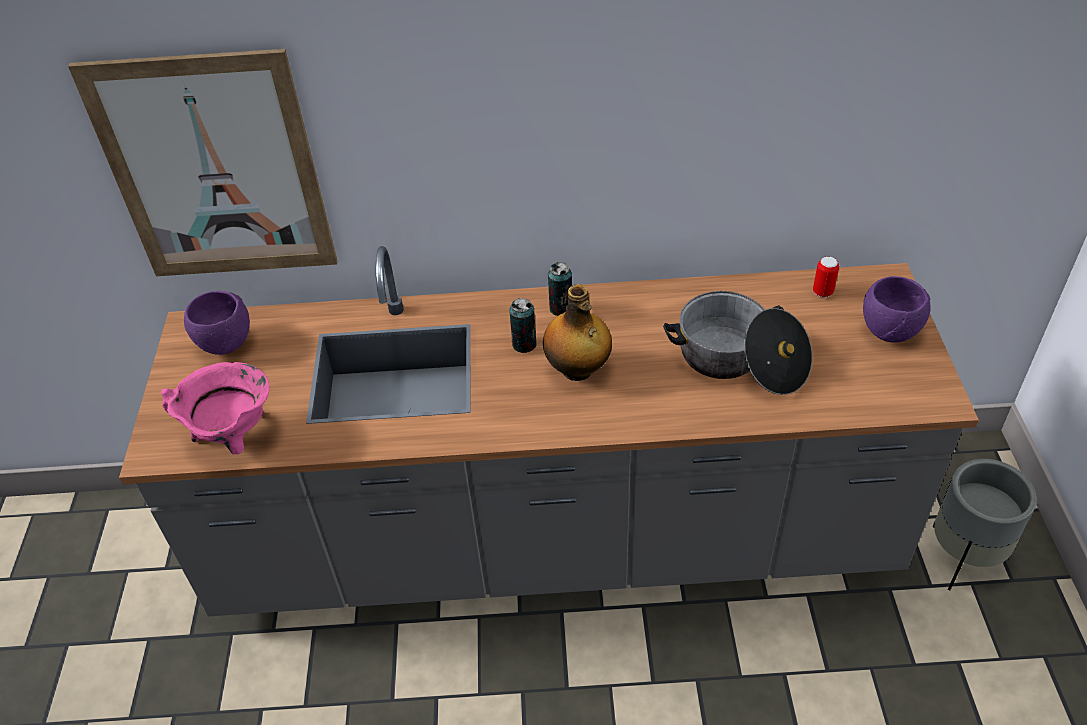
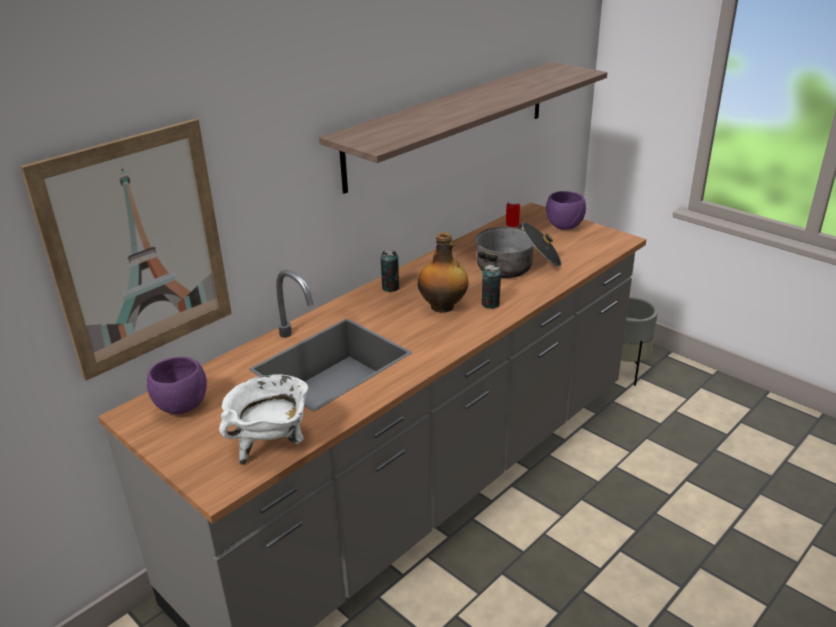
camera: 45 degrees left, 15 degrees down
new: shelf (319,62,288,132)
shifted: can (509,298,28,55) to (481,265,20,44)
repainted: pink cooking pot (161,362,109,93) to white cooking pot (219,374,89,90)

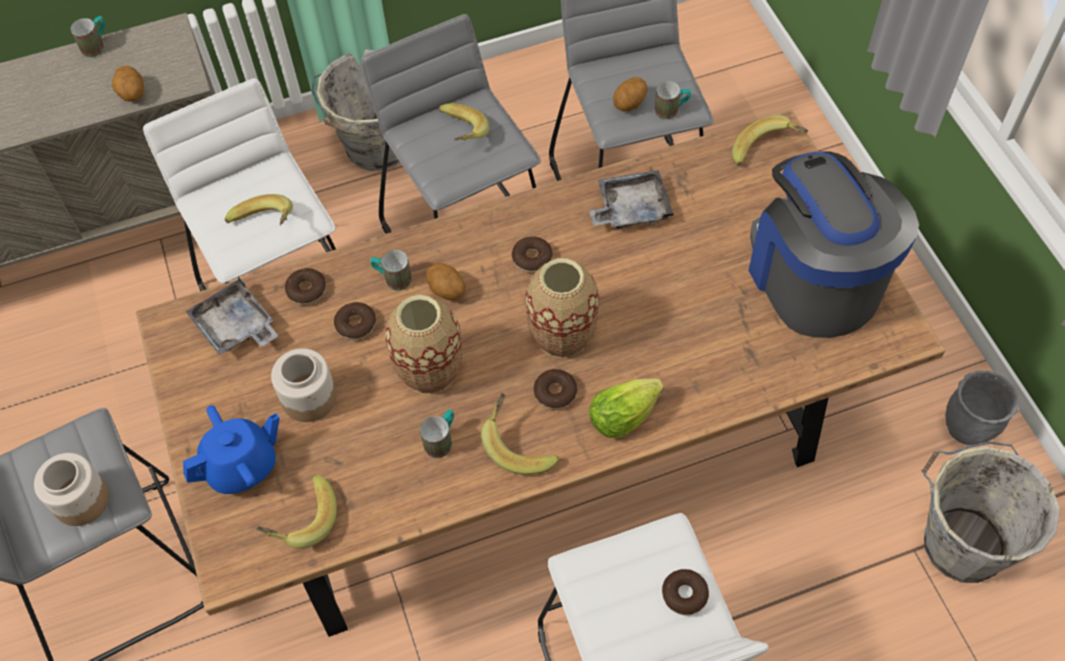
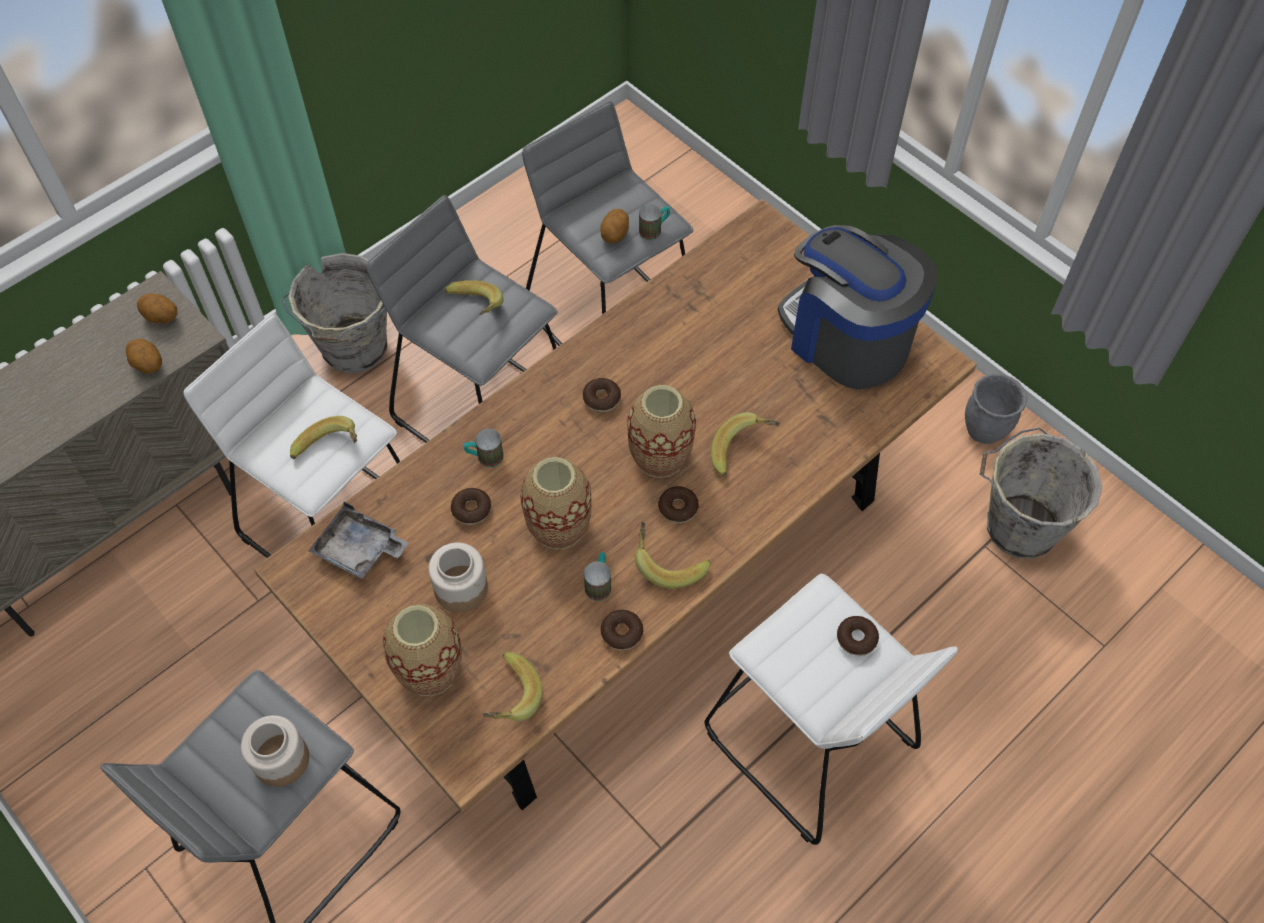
camera: 25 degrees left, 0 degrees up
gone: mug (71,16,34,42); grey tray (589,170,85,59); lettuce (589,378,75,60)
shifted: potato (426,263,40,37) to (137,293,40,31); donut (285,268,41,37) to (601,610,42,40); banana (732,115,76,51) to (711,412,69,64)
swapped: blue teapot (183,405,97,89) to vase (383,604,79,92)

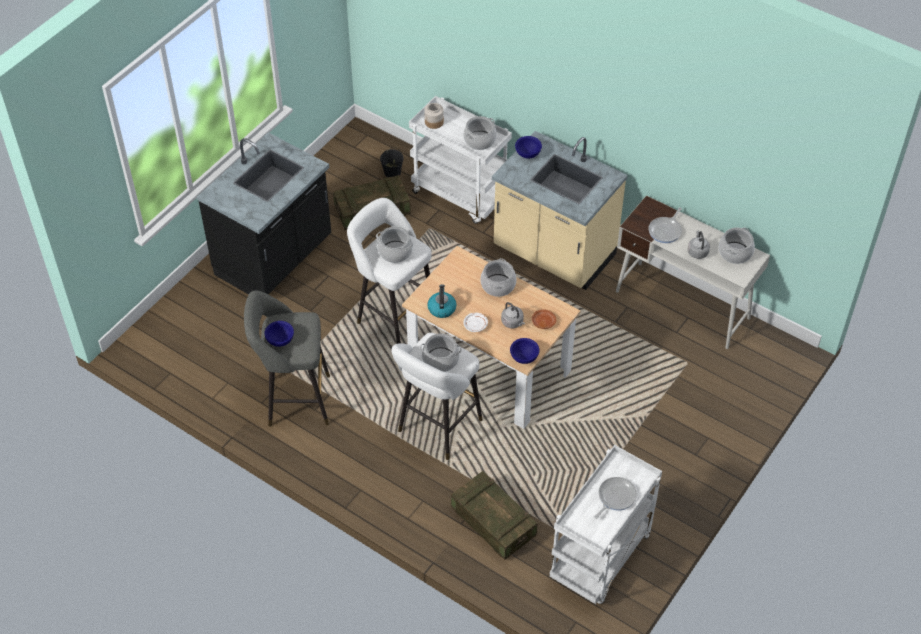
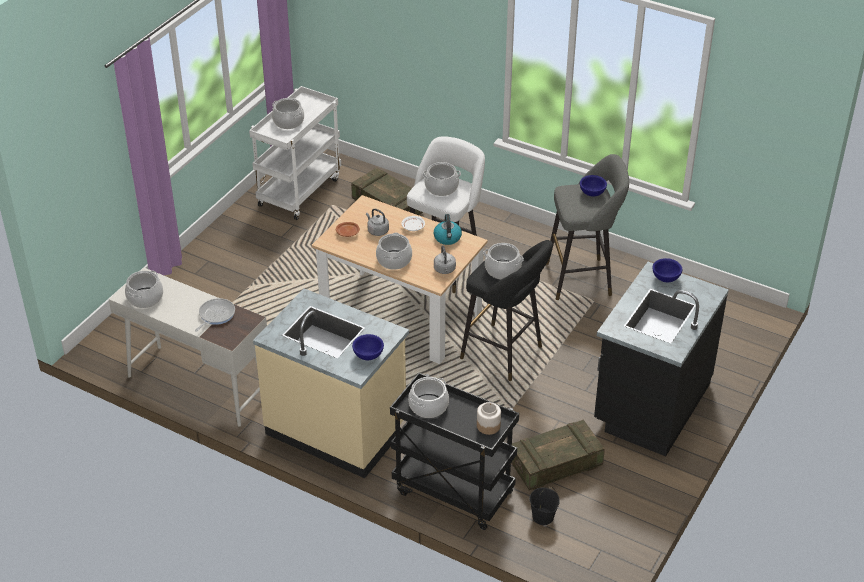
camera: 175 degrees right, 10 degrees down
shifted: grey kettle (688,230,22,29) to (434,245,22,29); blue bowl (510,338,29,26) to (652,258,30,24)
swapped: frying pan (594,477,43,42) to cooking pot (272,98,32,31)
repainted: white cart (409,96,103,128) to black cart (390,373,129,157); white stool (347,198,85,146) to black stool (460,240,93,141)

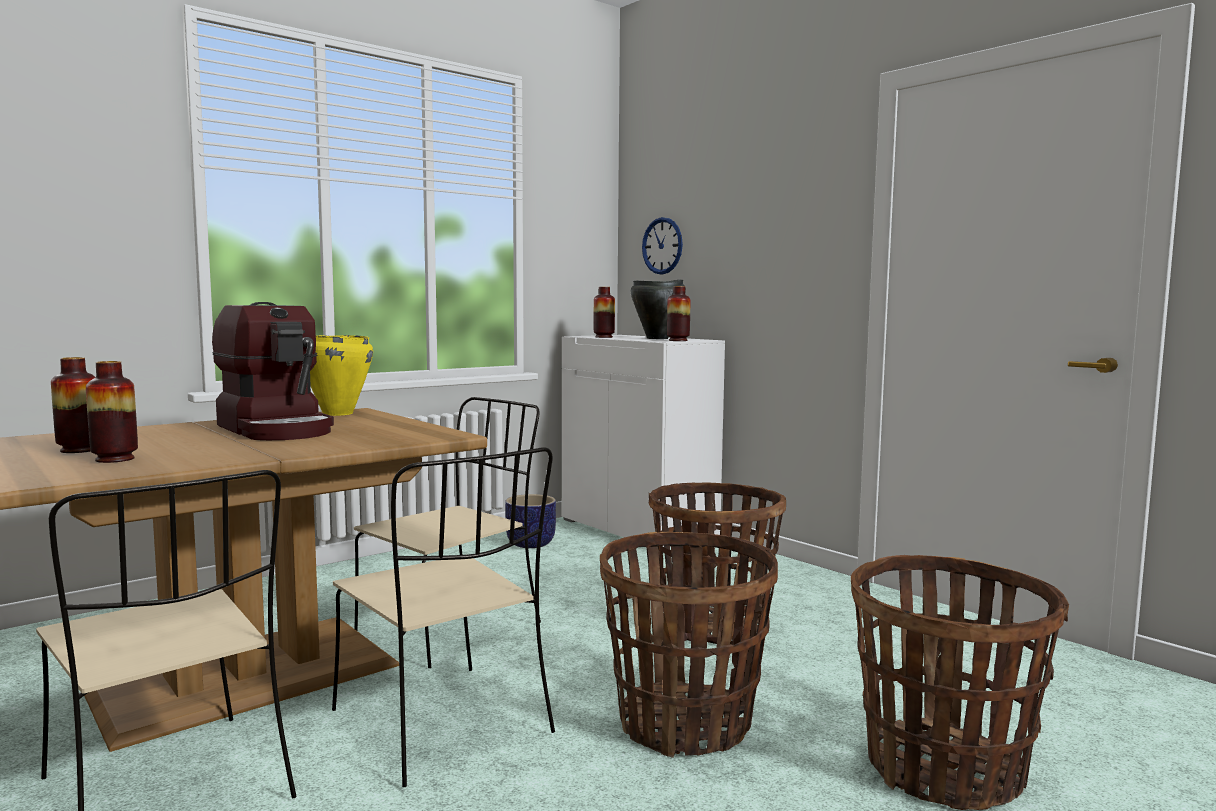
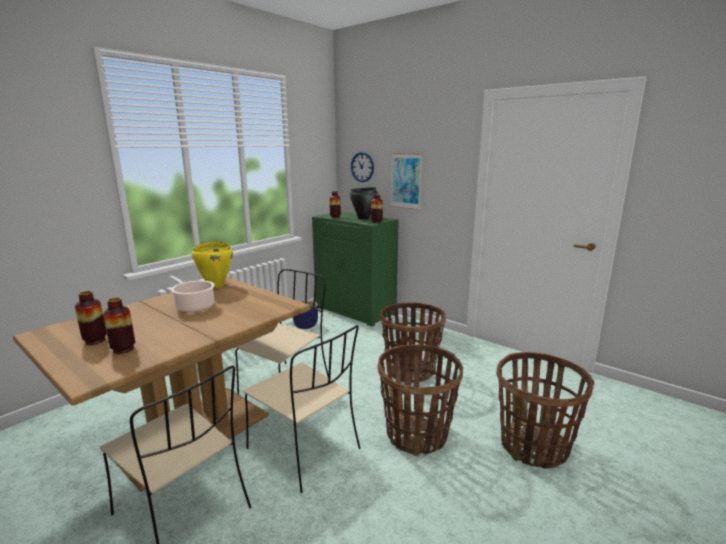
camera: 10 degrees left, 10 degrees up
new: picture (391,153,31,57)
swapped: coffee machine (212,302,122,138) to cooking pot (169,276,46,36)
repainted: white cabinet (562,335,163,212) to green cabinet (312,212,87,115)

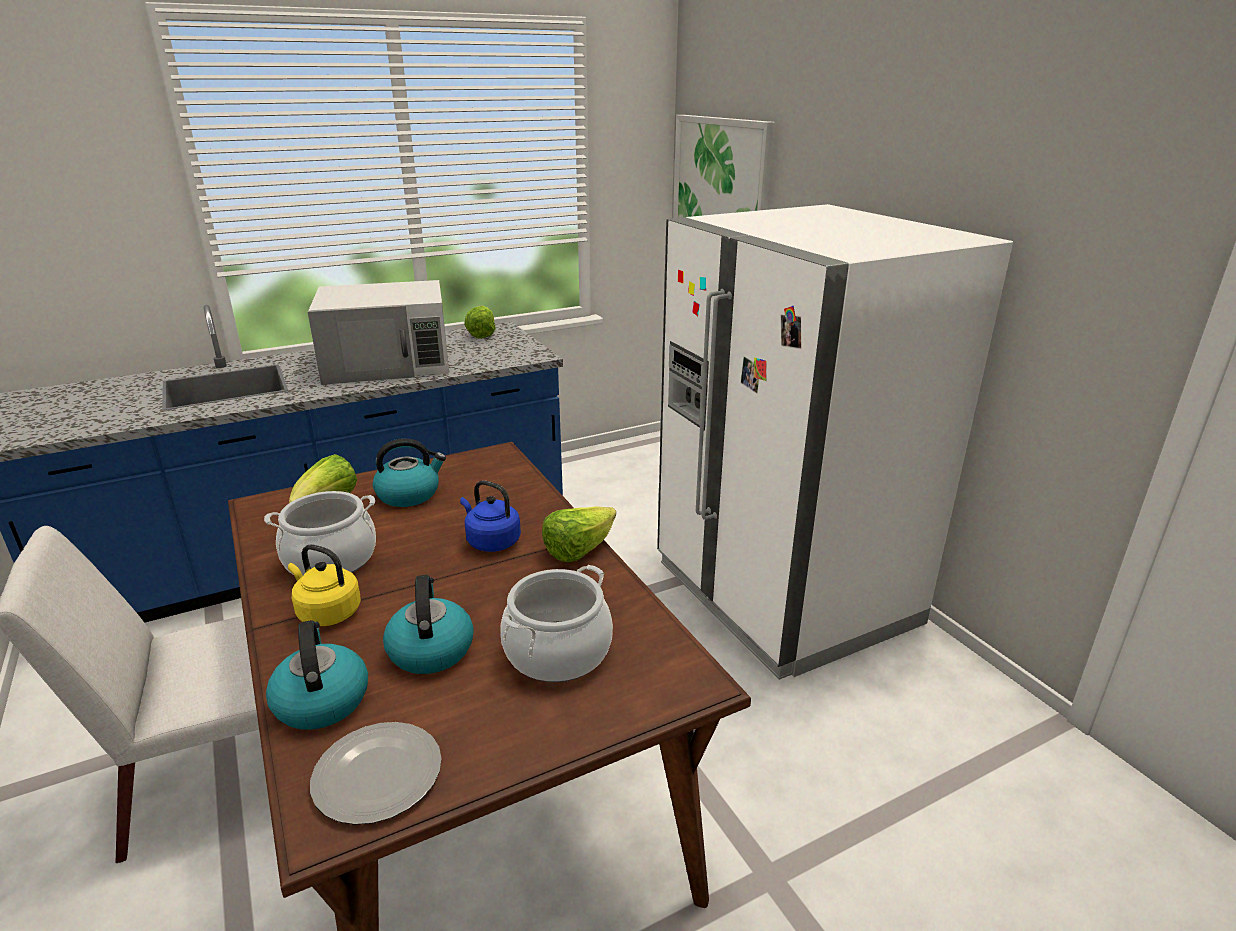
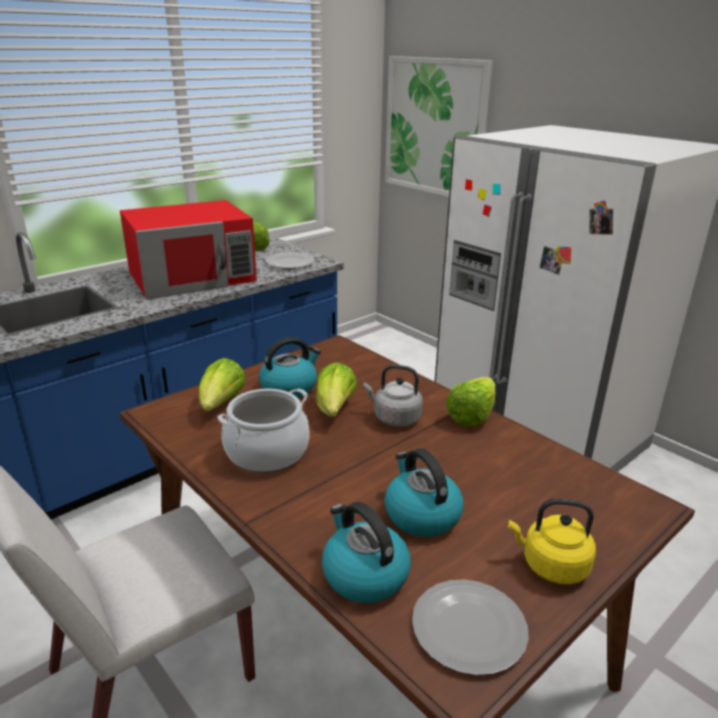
camera: 15 degrees left, 0 degrees up
gone: cooking pot (500,565,113,117)
new: plate (266,253,49,16); lettuce (316,362,42,55)
shifted: yellow kettle (288,544,73,82) to (508,499,88,85)
repainted: white microwave (308,280,141,105) to red microwave (120,200,137,100); blue kettle (460,480,61,72) to grey kettle (364,365,59,62)

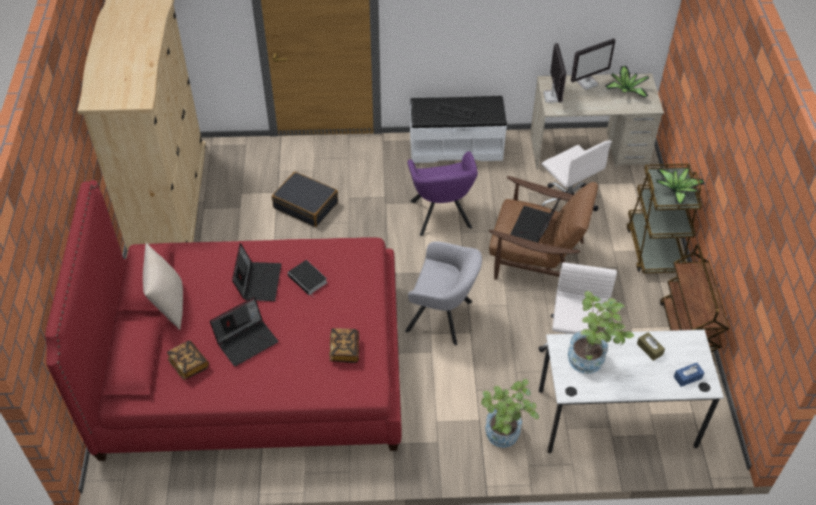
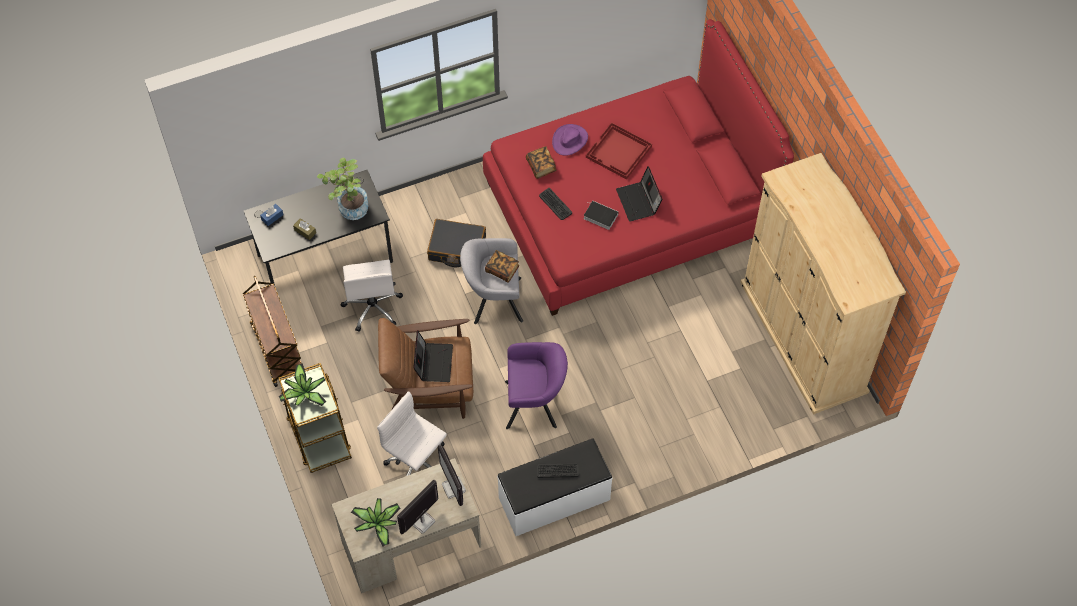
camera: 160 degrees right, 10 degrees up
gone: beige pillow (143,243,40,87); potted plant (481,379,58,69)
new: keyboard (539,188,33,32); purple hat (552,124,36,32)
shifted: black suitcase (272,172,66,55) to (427,219,59,48); book (167,340,42,40) to (485,250,34,33)
swapped: laptop (210,297,68,69) to red tray (586,122,66,58)
repainted: white desk (539,330,185,123) to black desk (244,170,149,116)
rotated: purple armchair (407,151,71,85) = (505,342,63,87) 120 degrees clockwise

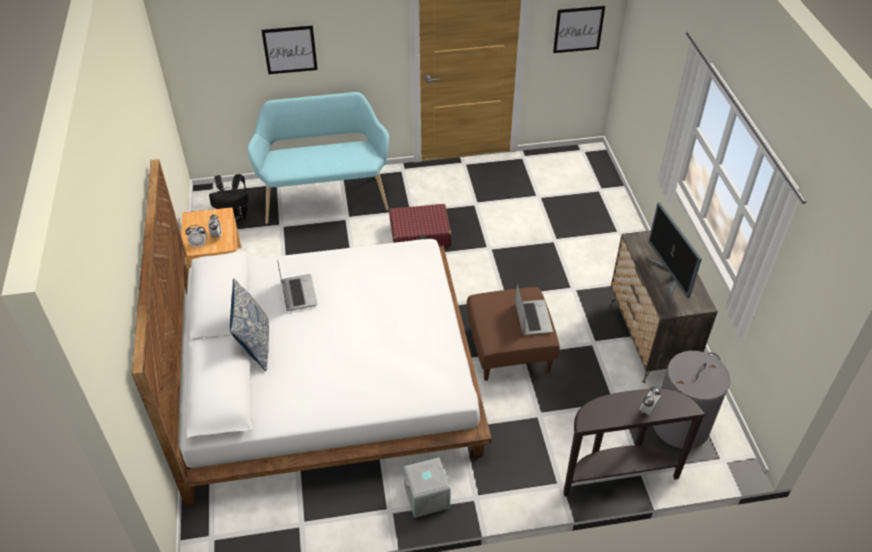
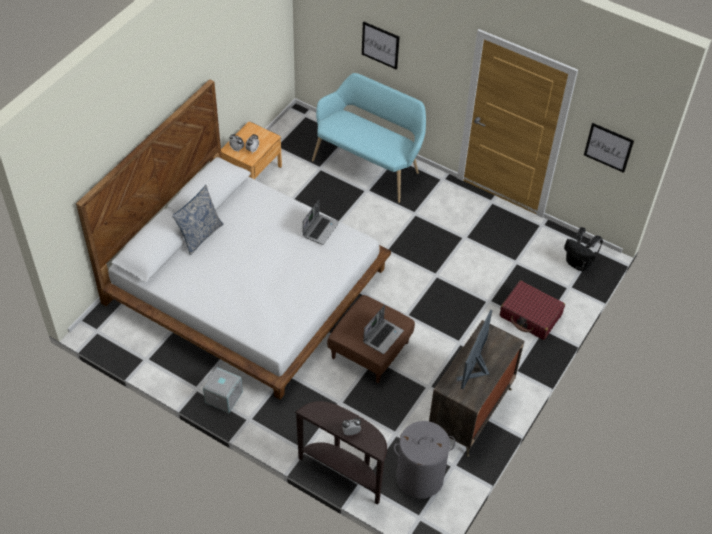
camera: 40 degrees right, 5 degrees up
shifted: laptop (277,260,40,51) to (302,199,37,46); red suitcase (389,204,63,44) to (500,280,65,60); black backpack (209,174,39,48) to (564,227,39,44)

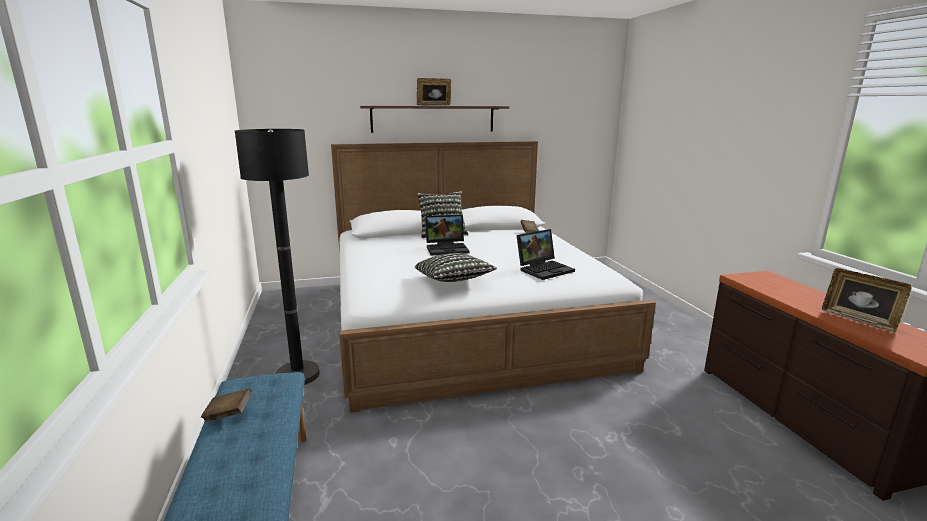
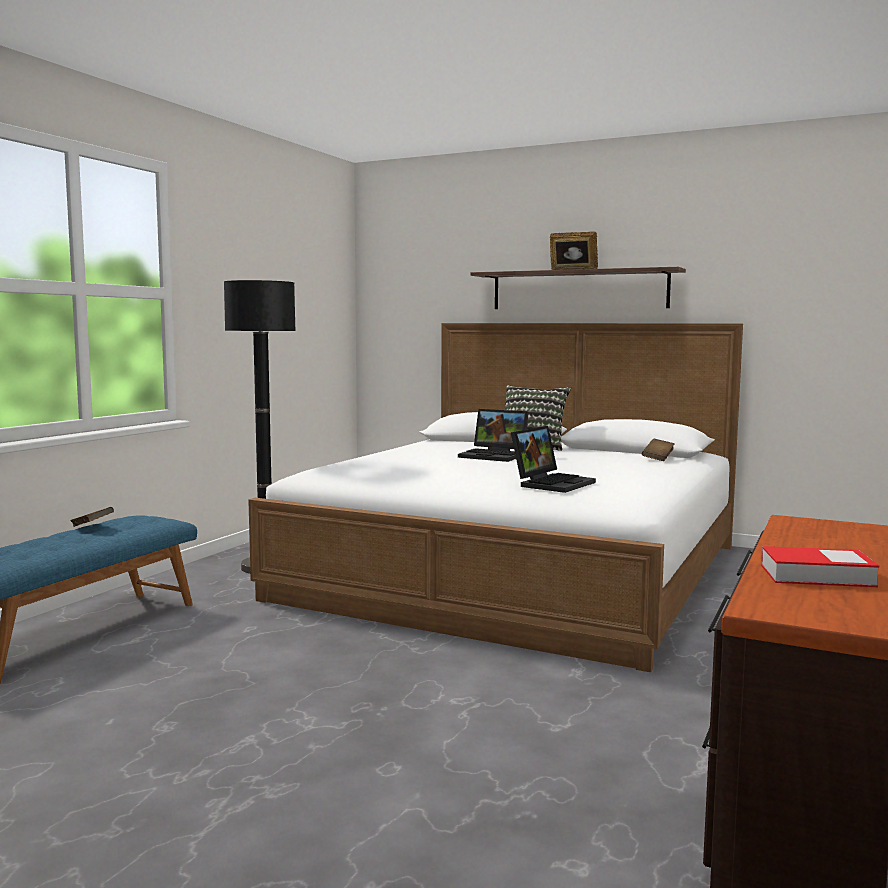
camera: 40 degrees right, 10 degrees down
gone: pillow (415,253,82,29)
swapped: picture frame (822,268,90,64) to book (761,546,119,41)
rotated: laptop (516,229,59,51) = (511,426,85,67) 60 degrees counterclockwise

